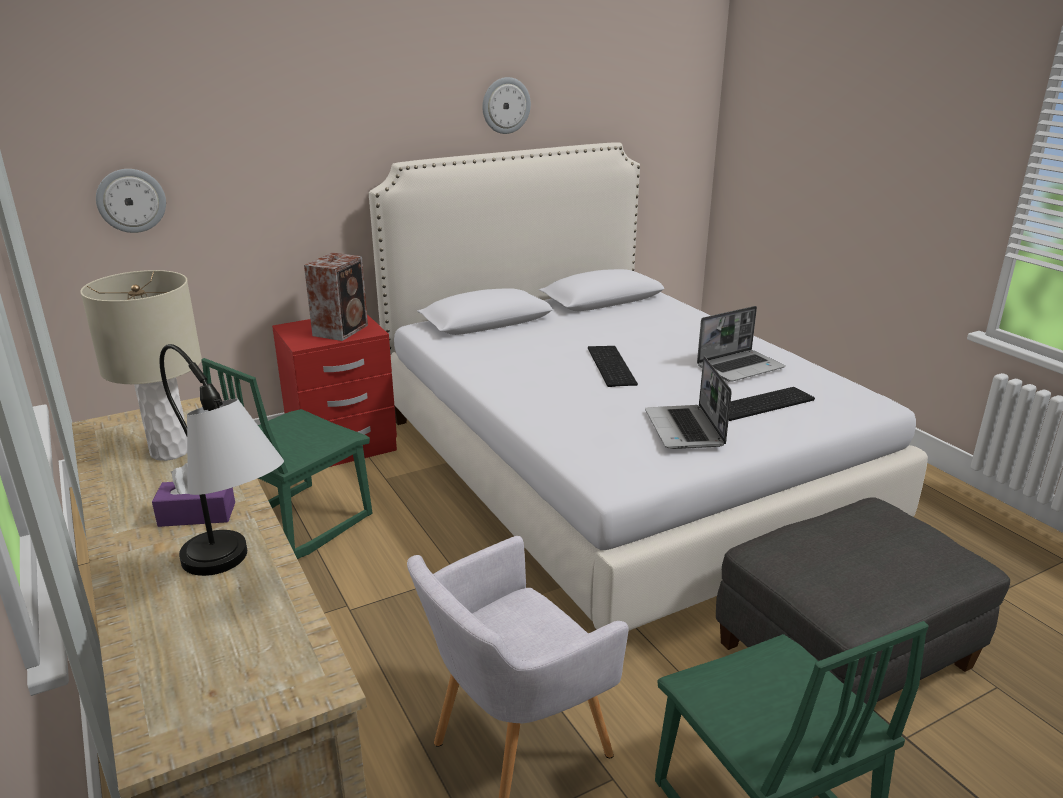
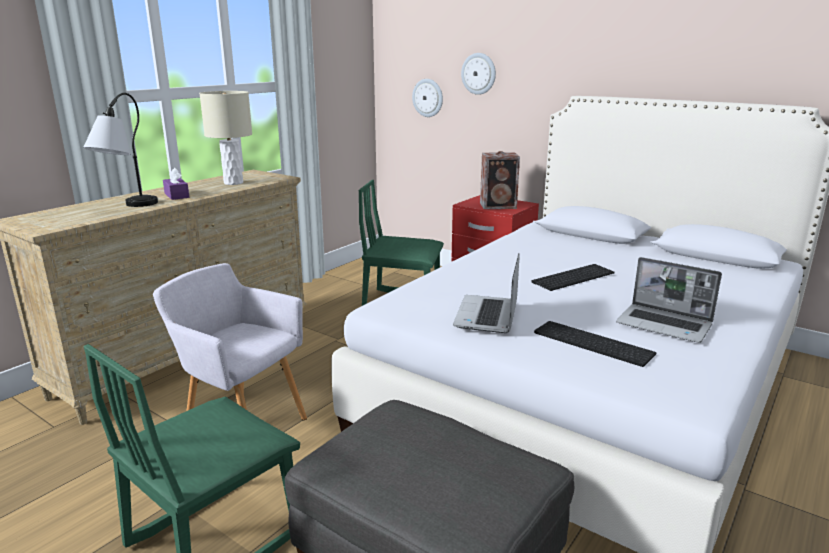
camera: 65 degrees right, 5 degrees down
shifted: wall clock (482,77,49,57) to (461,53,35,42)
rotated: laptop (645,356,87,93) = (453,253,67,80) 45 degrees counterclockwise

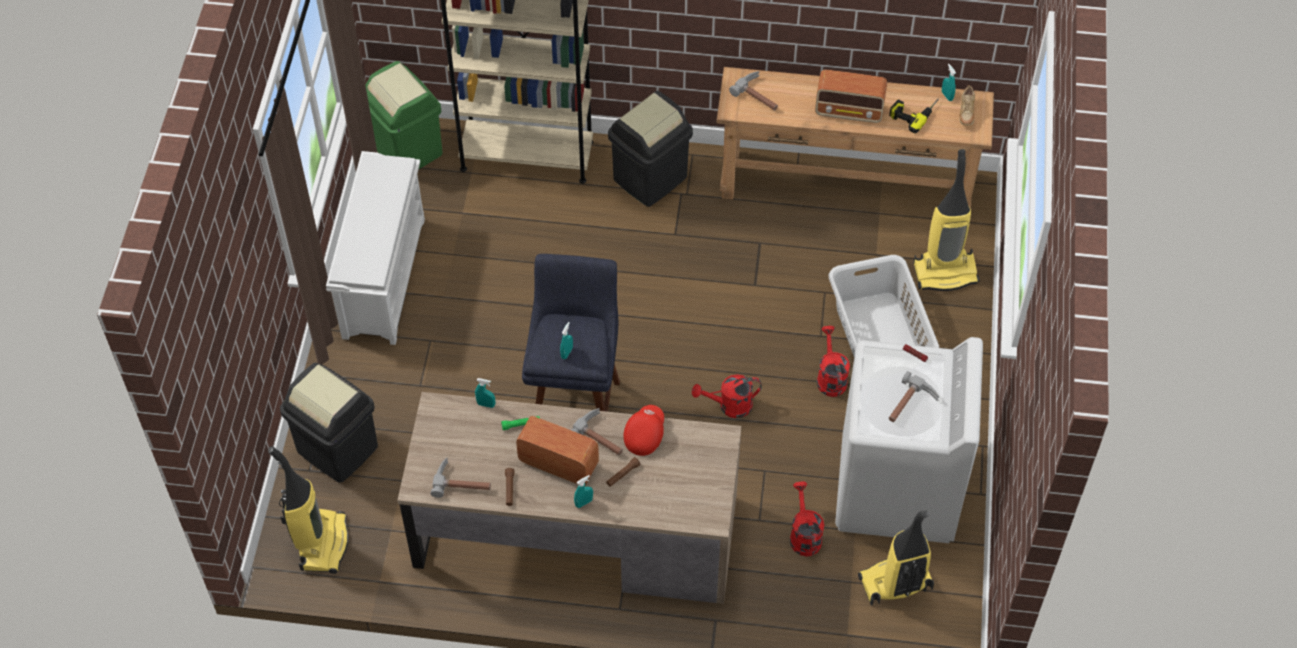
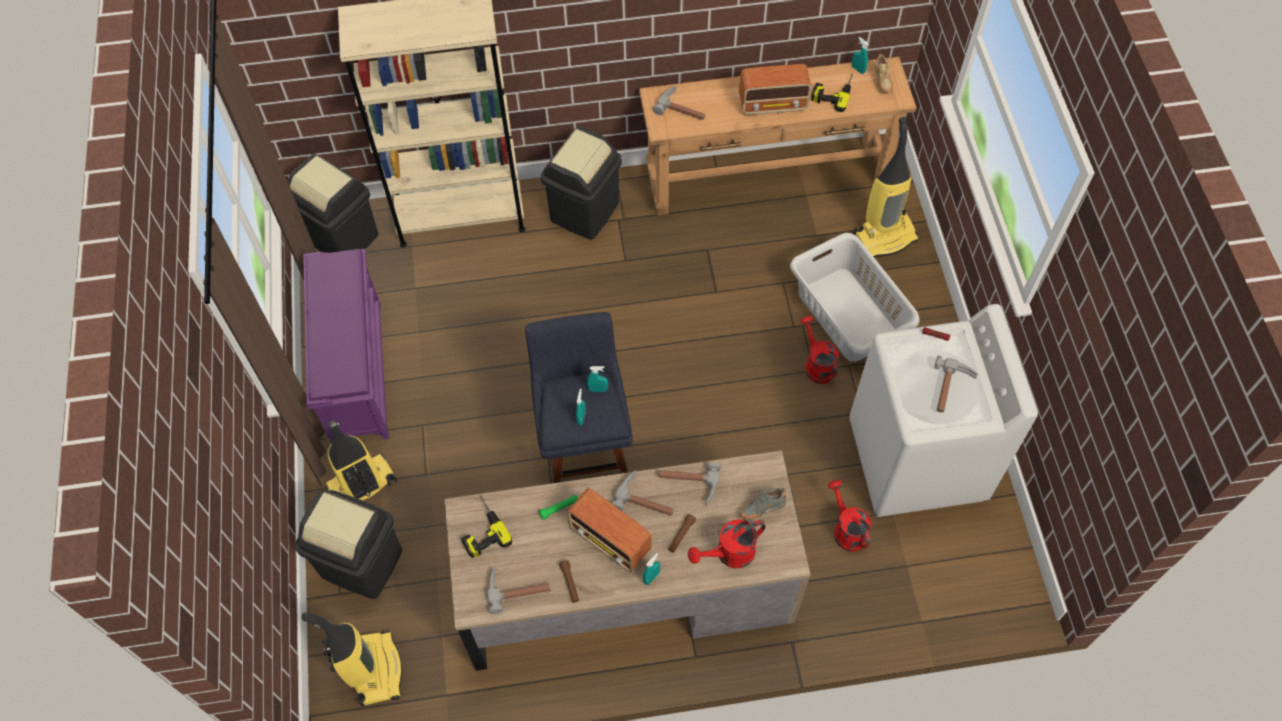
camera: 15 degrees left, 5 degrees up
new: power drill (461,496,51,62); grey shoe (740,488,46,34)
shifted: vacuum cleaner (858,511,76,95) to (324,420,73,81); turquoise spray bottle (475,378,20,30) to (587,366,21,26); red watering can (692,374,70,44) to (688,519,78,49)
swapped: red cap (623,405,41,51) to hammer (659,463,62,43)
repainted: green trash can (366,61,77,108) to black trash can (288,154,90,99); white shoe rack (326,151,99,194) to purple shoe rack (303,249,86,194)
rotated: radio (516,416,83,70) = (567,488,84,84) 150 degrees counterclockwise

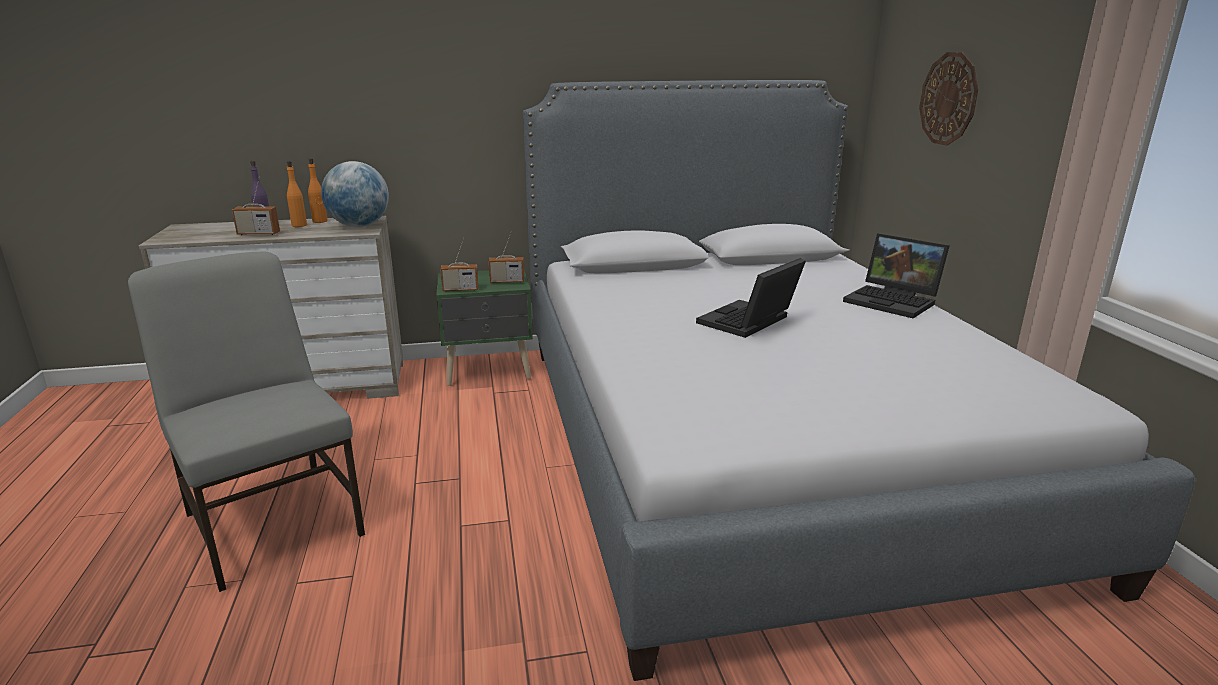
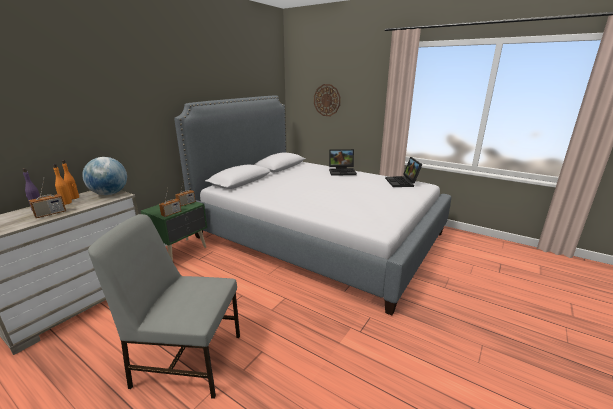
camera: 45 degrees left, 0 degrees up
shifted: laptop (696,258,110,80) to (385,157,37,30)

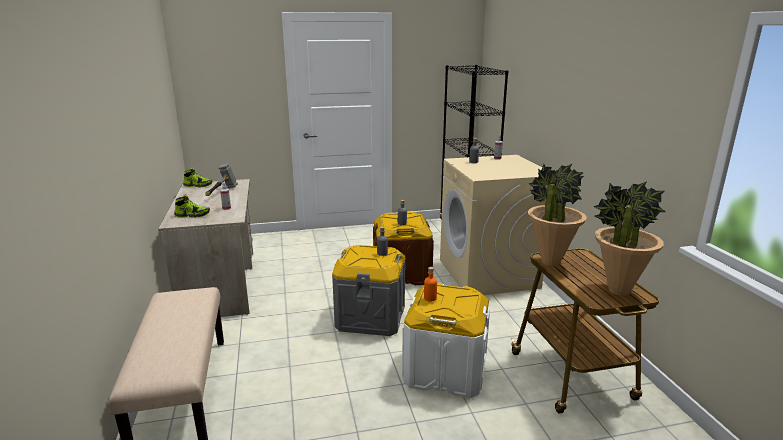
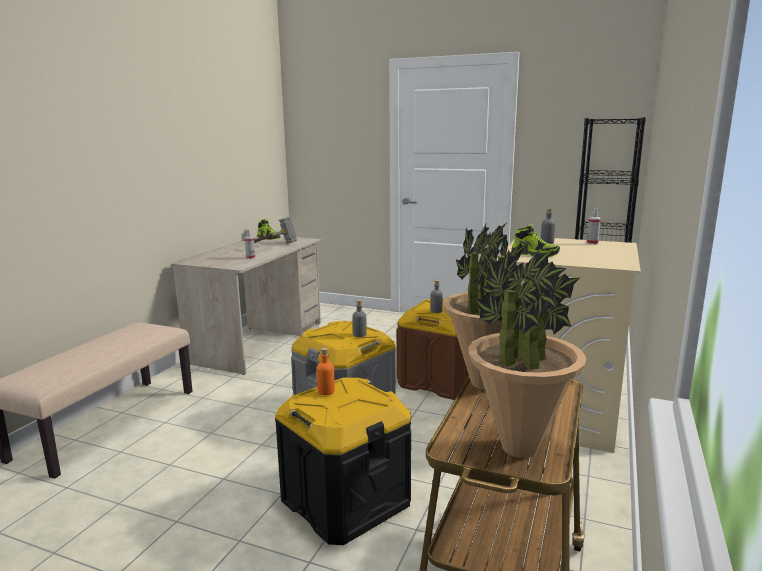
camera: 35 degrees right, 5 degrees down
shifted: shoe (174,194,36,24) to (512,224,48,33)
repainted: white storage box (402,283,88,115) to black storage box (275,378,136,167)

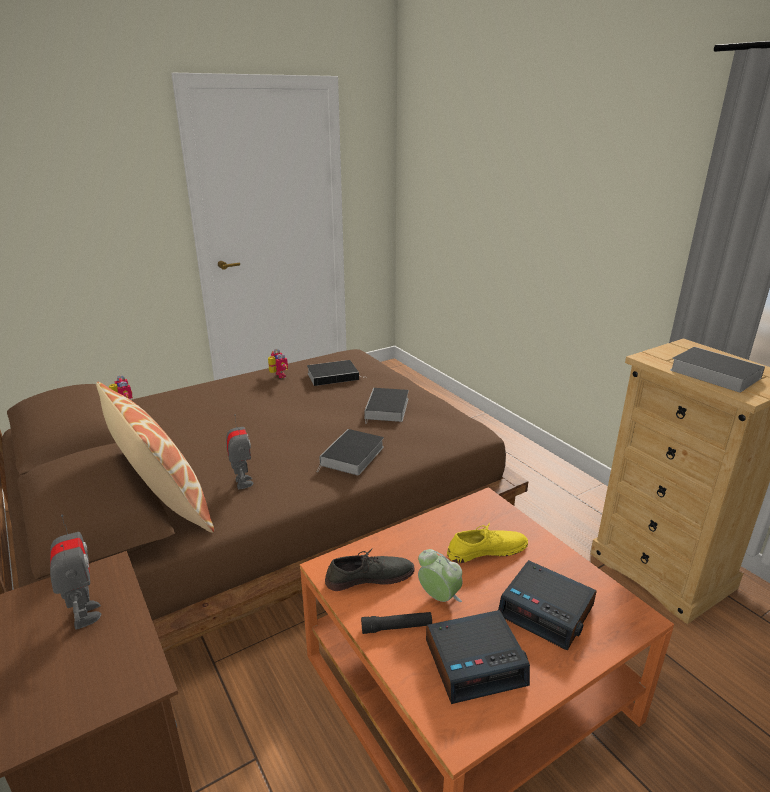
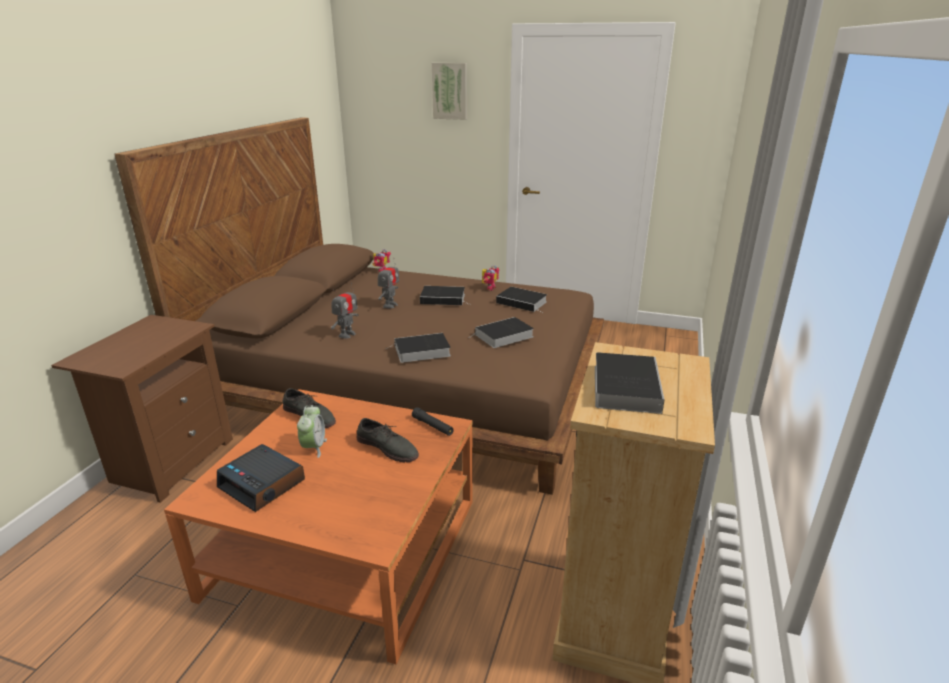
camera: 50 degrees right, 0 degrees up
gone: pillow (96,382,118,151); alarm clock (498,560,99,90)
new: book (420,286,50,19); picture (432,63,35,57)
shifted: toy robot (50,514,51,115) to (378,260,21,49); black flashlight (361,612,71,22) to (412,407,42,29)
repainted: yellow shoe (447,523,81,40) to grey shoe (357,418,62,45)

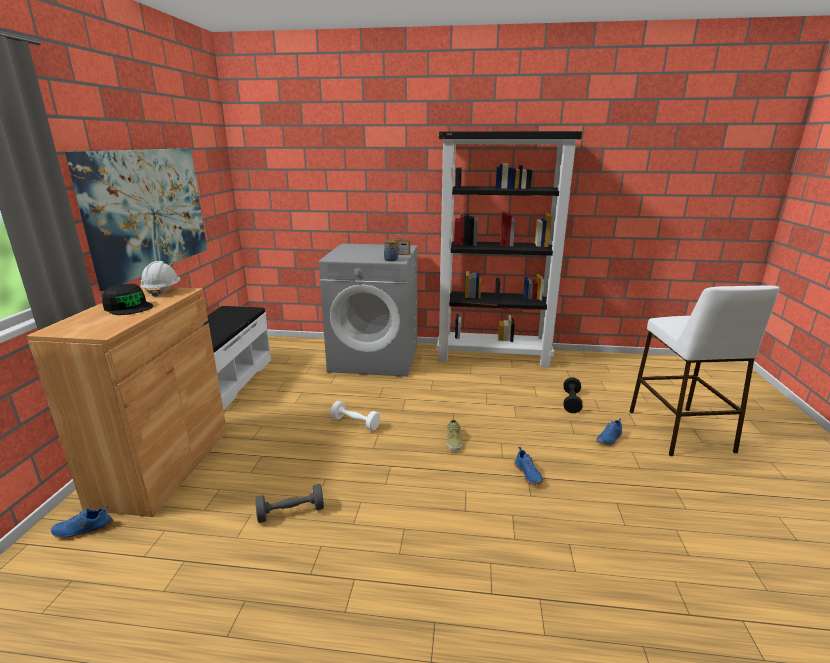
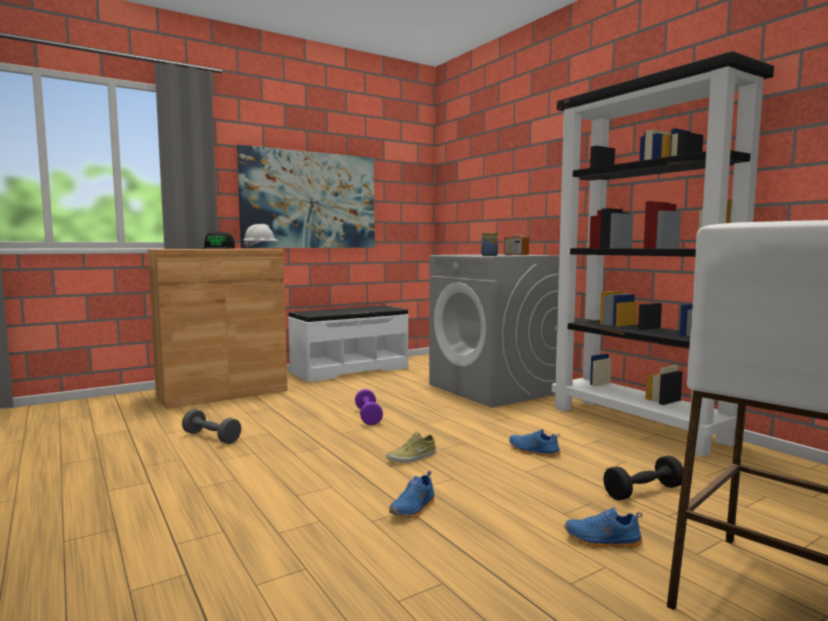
camera: 50 degrees right, 15 degrees down
shifted: blue shoe (51,506,62,34) to (509,429,52,28)
repainted: white dumbbell (331,401,49,30) to purple dumbbell (355,389,28,36)

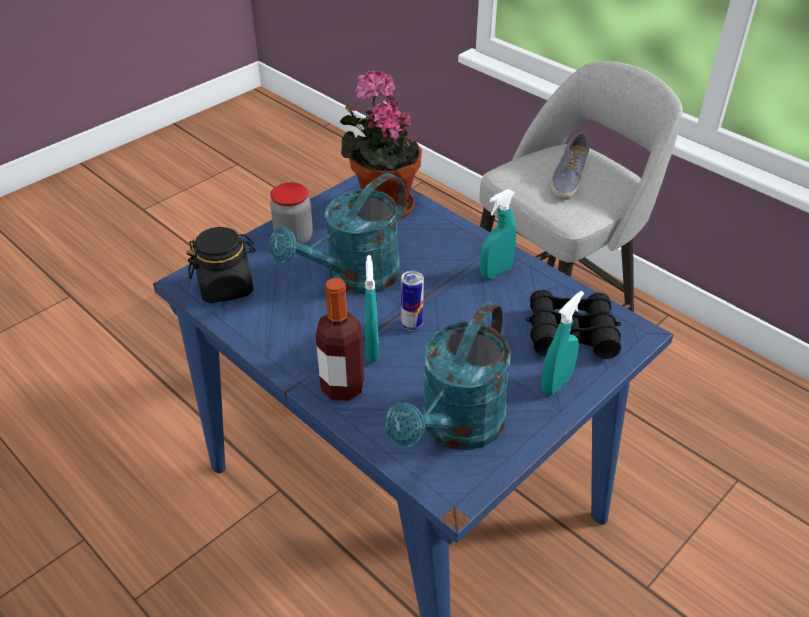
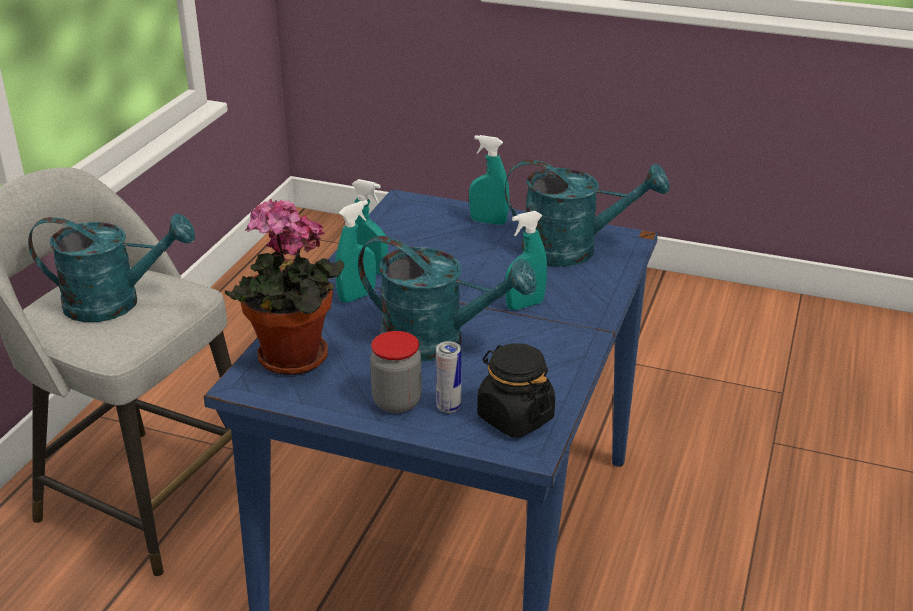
camera: 115 degrees left, 10 degrees down
gone: bottle (316,278,48,123); black binoculars (526,290,95,69)
new: turquoise spray bottle (335,200,41,103)
shifted: can (401,271,23,60) to (436,341,25,72)
swapped: shoe (550,132,39,68) to turquoise watering can (28,213,167,109)

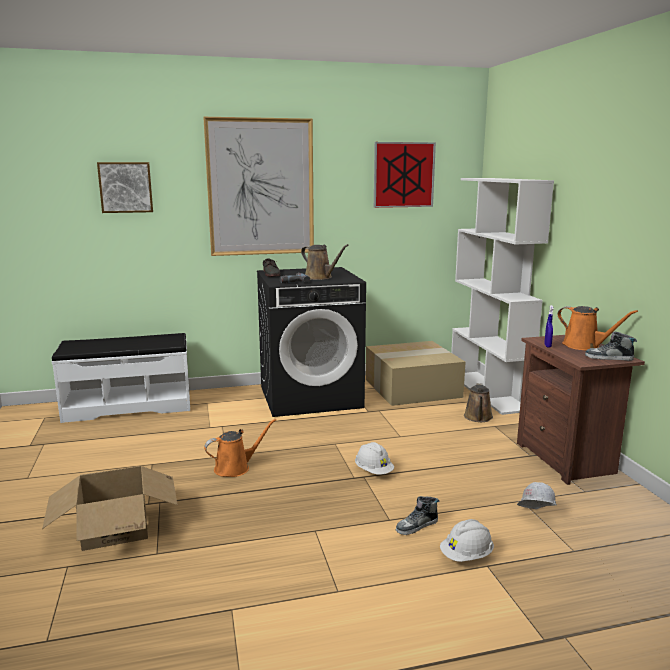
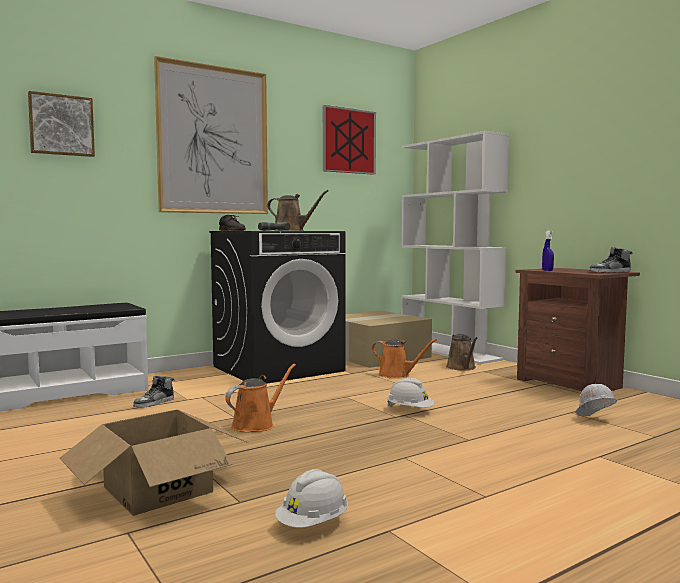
camera: 20 degrees left, 10 degrees down
shifted: shoe (396,496,44,39) to (133,376,41,32); white hard hat (440,519,54,43) to (275,469,73,59); orange watering can (557,306,81,44) to (372,339,65,39)

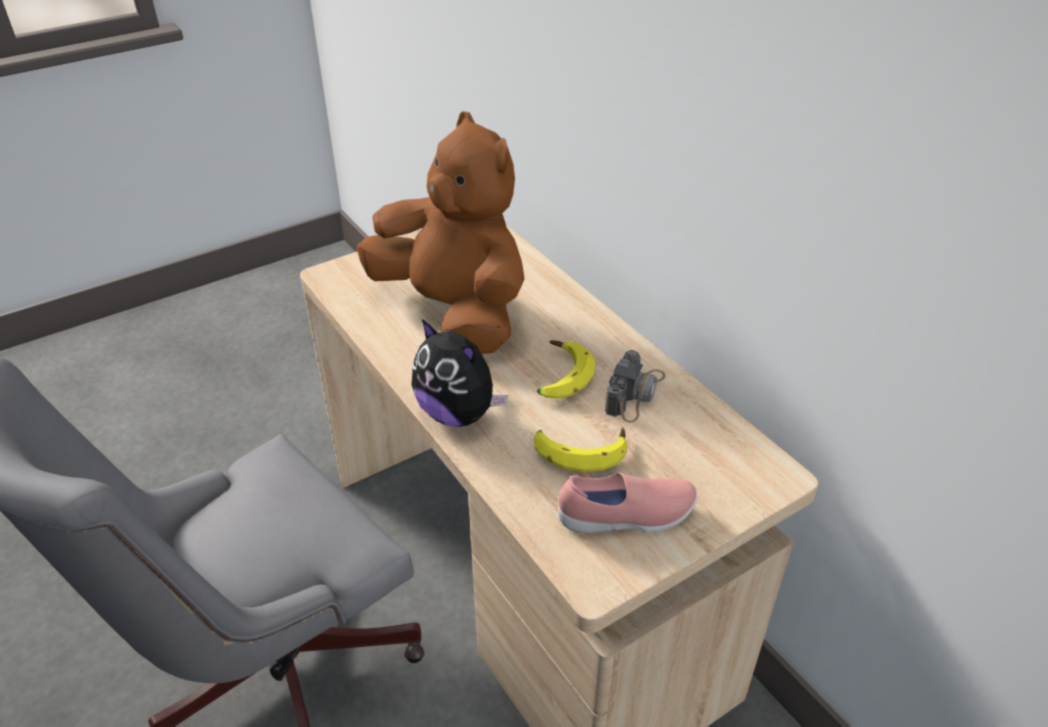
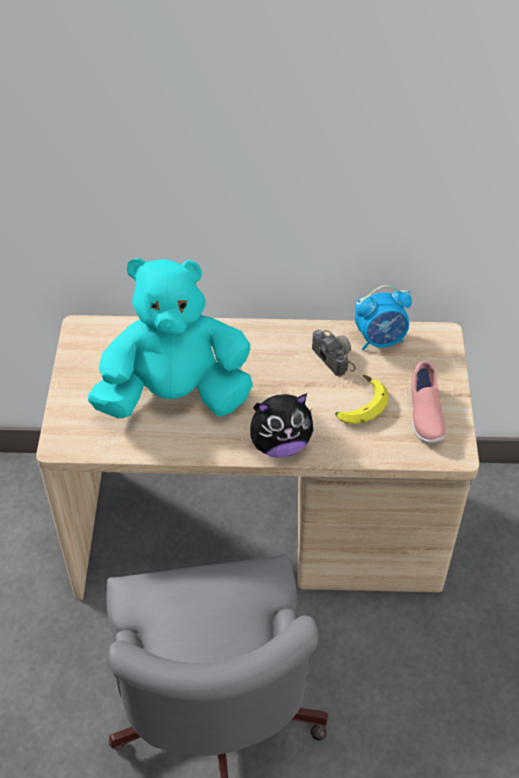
camera: 55 degrees left, 10 degrees up
gone: banana (537,340,58,58)
new: alarm clock (355,285,57,65)
repainted: brown plush toy (356,111,168,243) to turquoise plush toy (88,258,165,160)
rotated: pink shoe (558,473,139,60) = (411,361,35,82) 150 degrees clockwise

